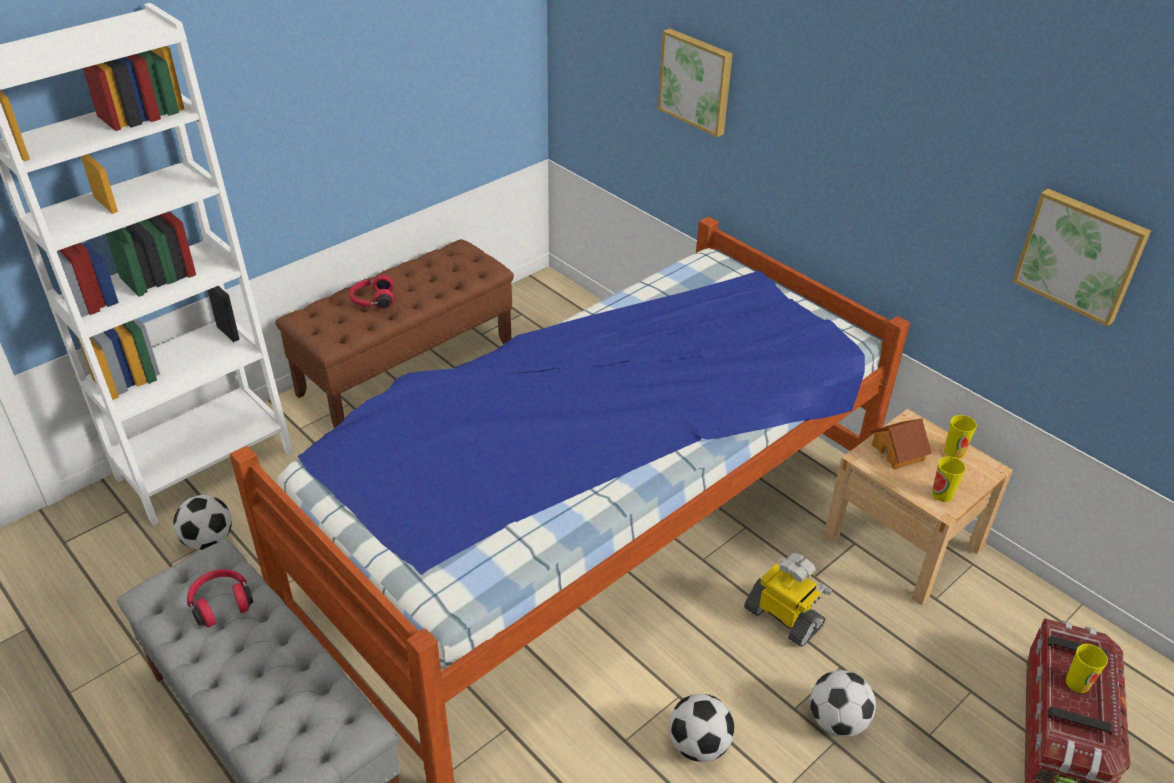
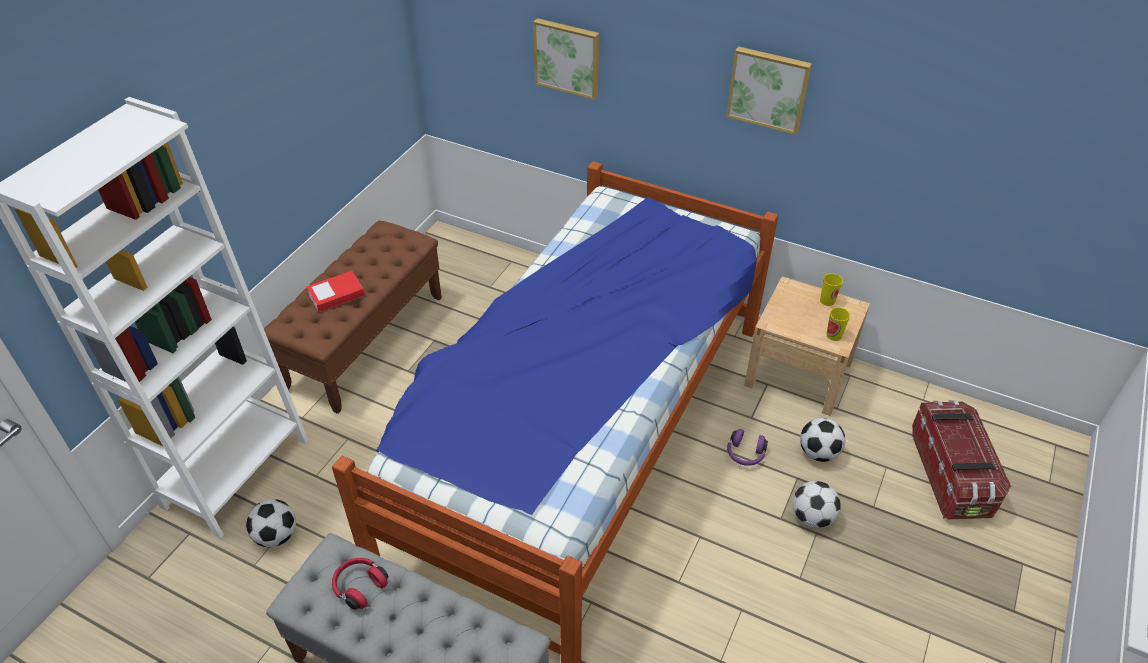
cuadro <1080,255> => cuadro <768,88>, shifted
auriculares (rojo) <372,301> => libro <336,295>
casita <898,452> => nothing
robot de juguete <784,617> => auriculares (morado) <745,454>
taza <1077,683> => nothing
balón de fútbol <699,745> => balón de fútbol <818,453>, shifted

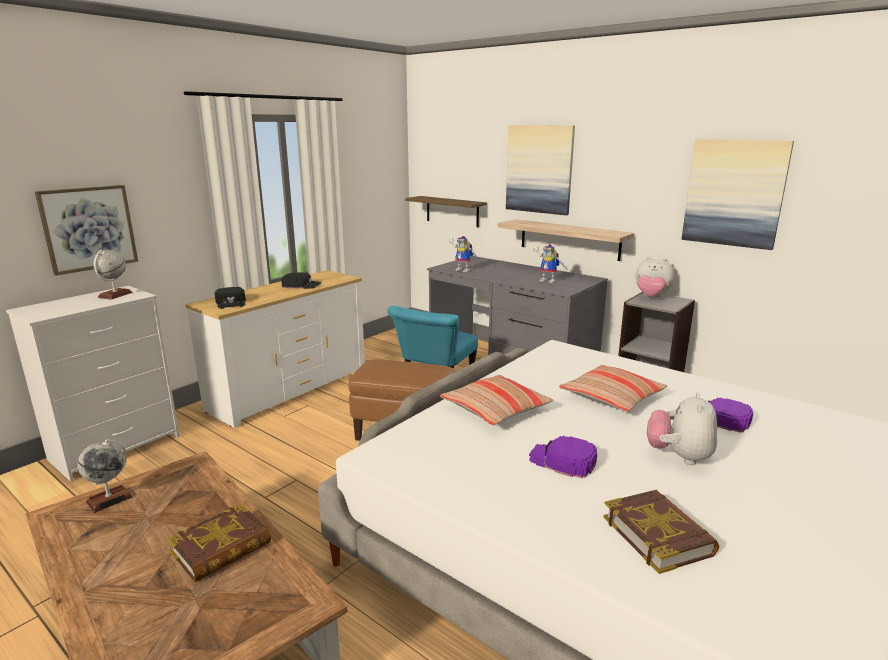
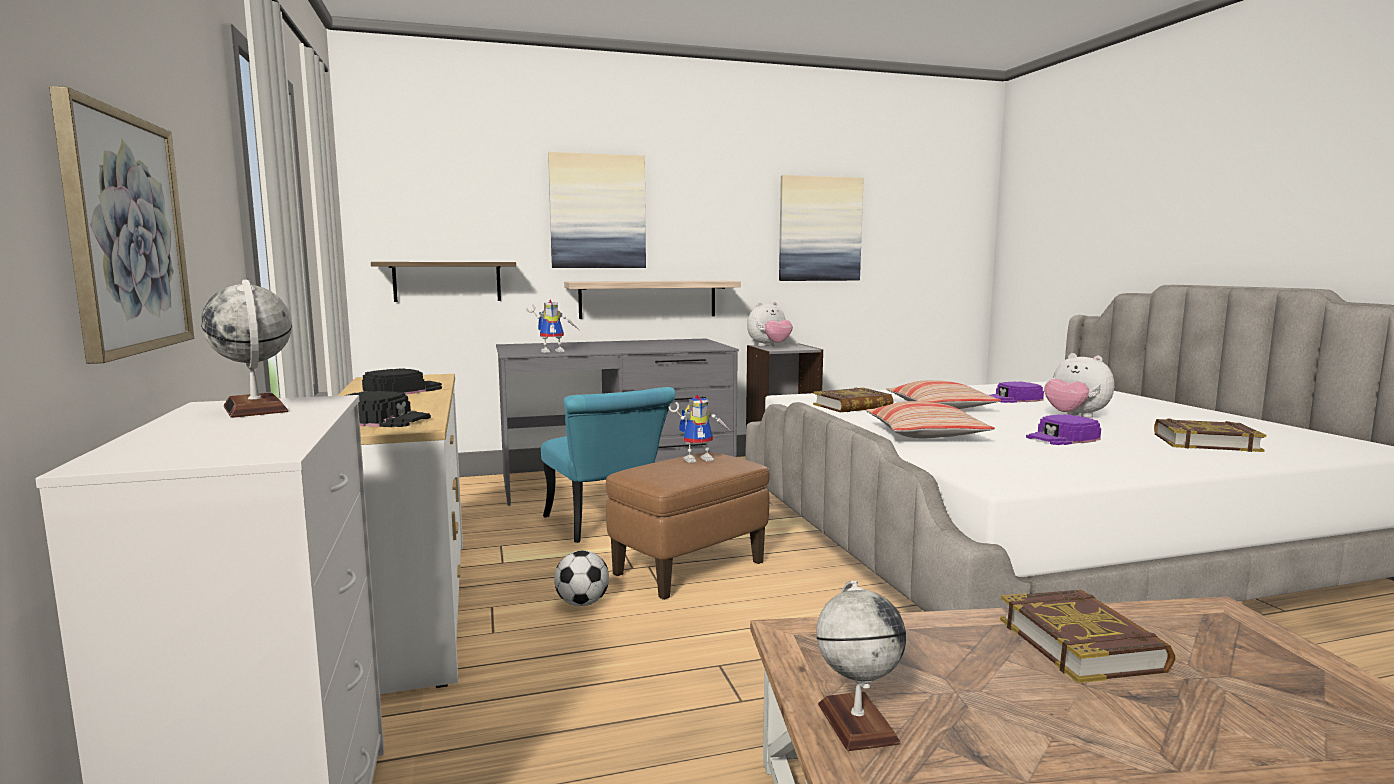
robot de juguete <549,281> => robot de juguete <699,459>, shifted
nothing => libro <853,406>
nothing => balón de fútbol <582,603>

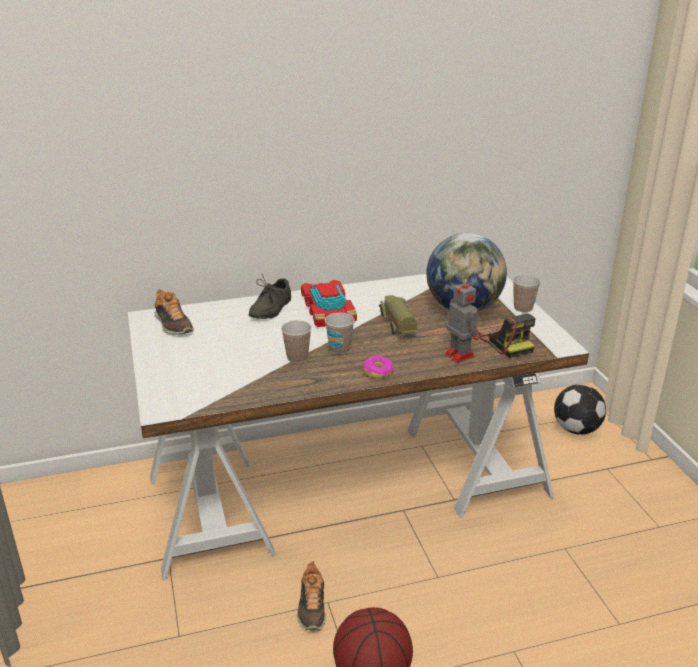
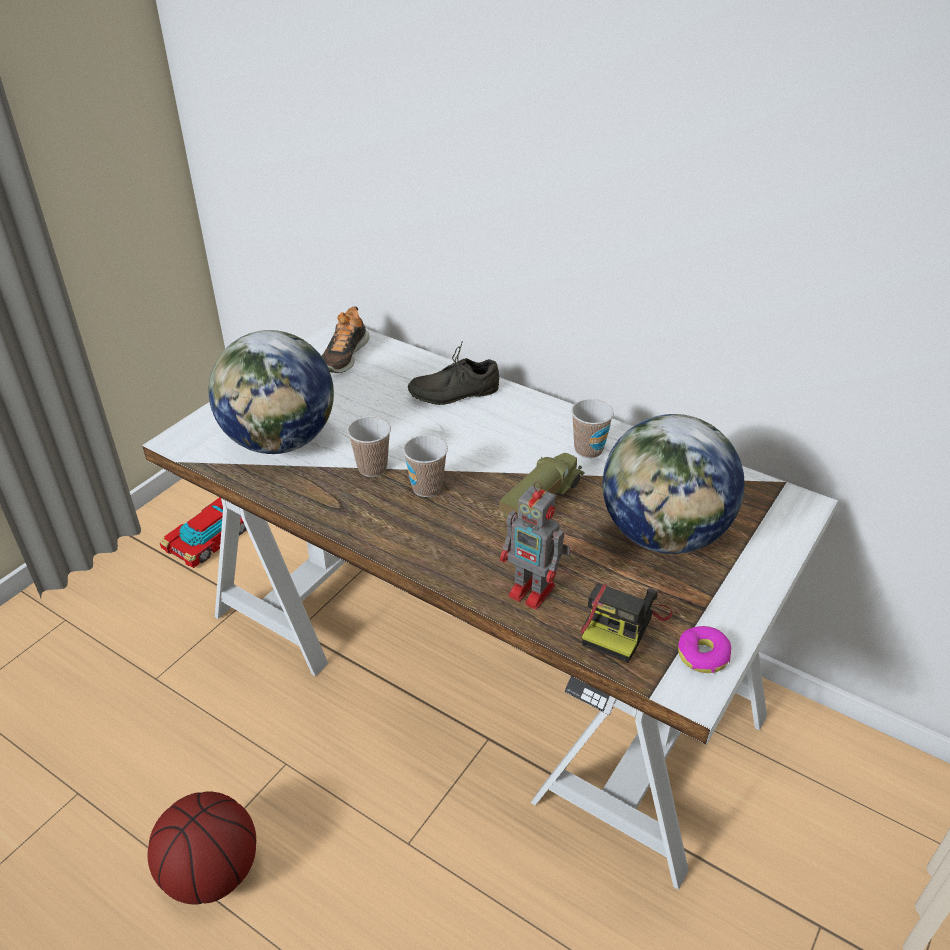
taza <523,308> => taza <588,450>, shifted
robot de juguete <458,354> => robot de juguete <534,591>, 105 degrees clockwise
coche de juguete <328,310> => coche de juguete <211,538>, shifted
rosquilla <378,372> => rosquilla <702,655>, shifted
balón de fútbol <577,429> => nothing
zapato <312,606> => nothing
nothing => globo terráqueo <280,441>

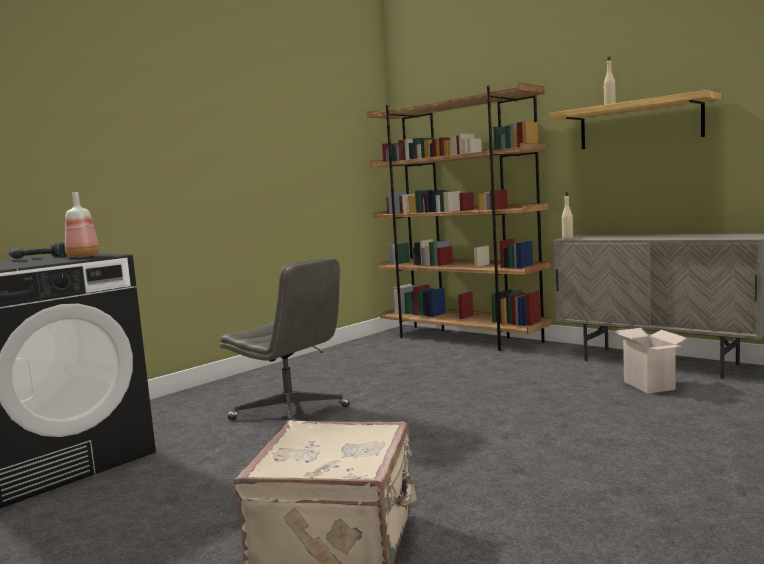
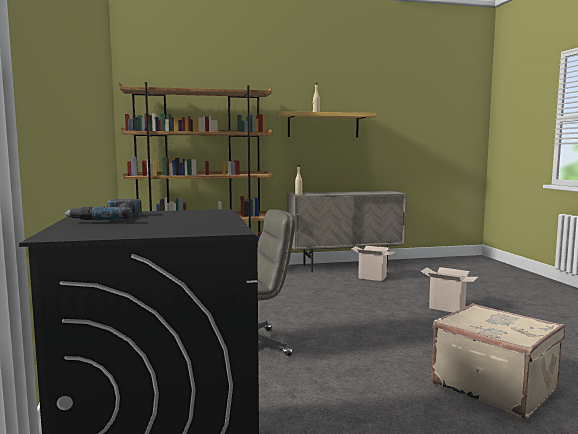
botella <83,256> => nothing
nothing => caja de cartón <448,307>

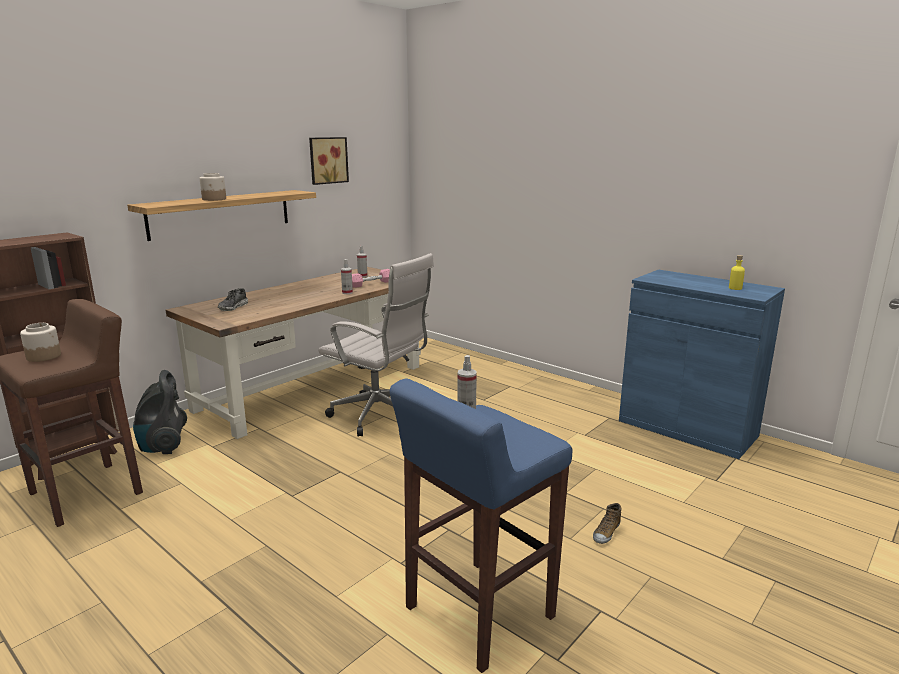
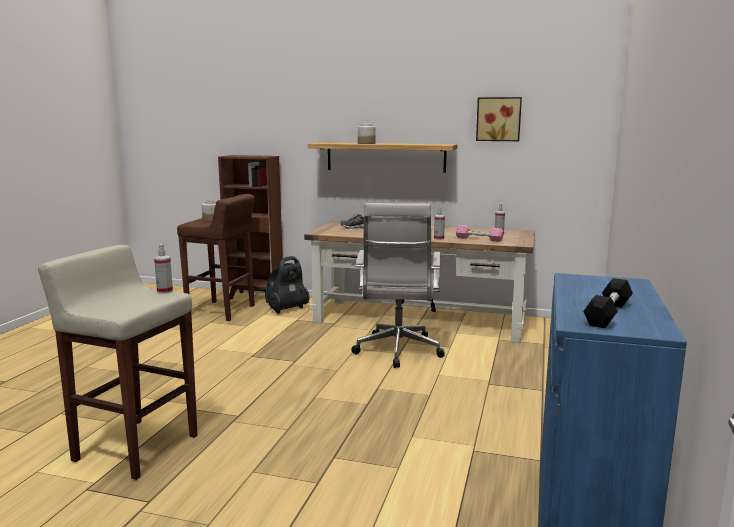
botella (amarillo) <735,288> => mancuerna (negro) <608,314>
taburete (azul) <477,613> => taburete (beis) <135,447>
zapato <606,532> => nothing

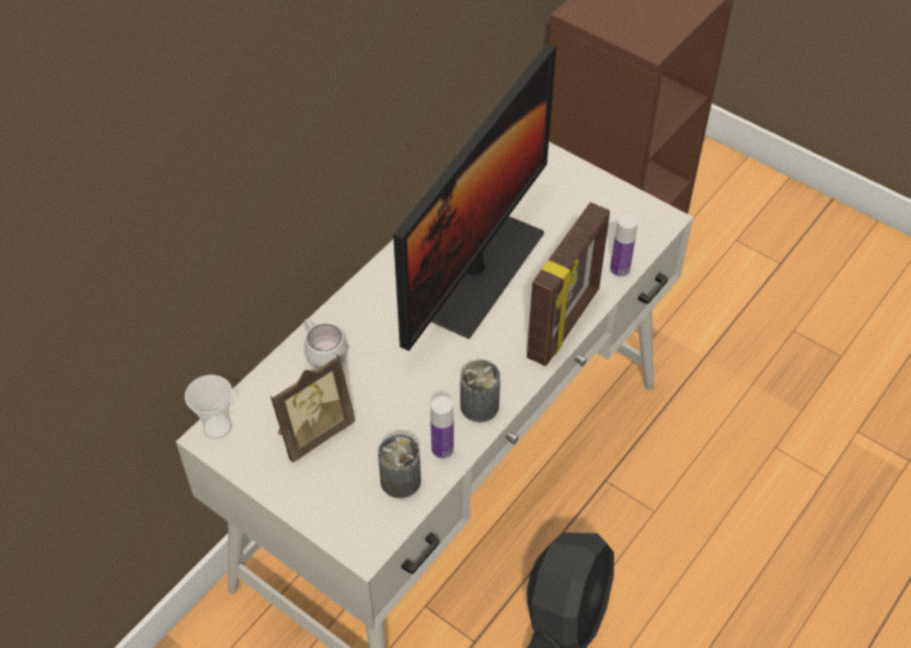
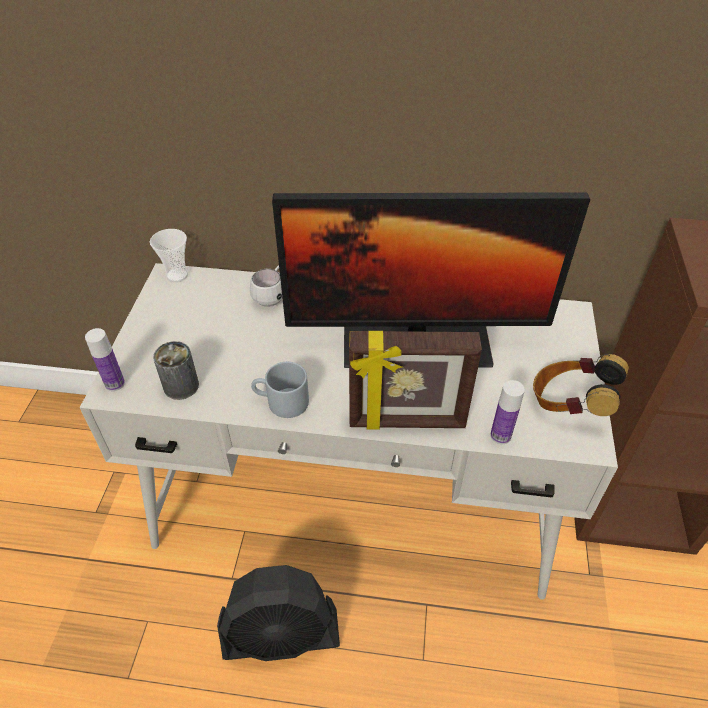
portarretratos <313,432> => nothing
lata <479,406> => taza grande (gris) <281,402>
botella <442,449> => botella <115,384>, shifted
nothing => auriculares <569,403>

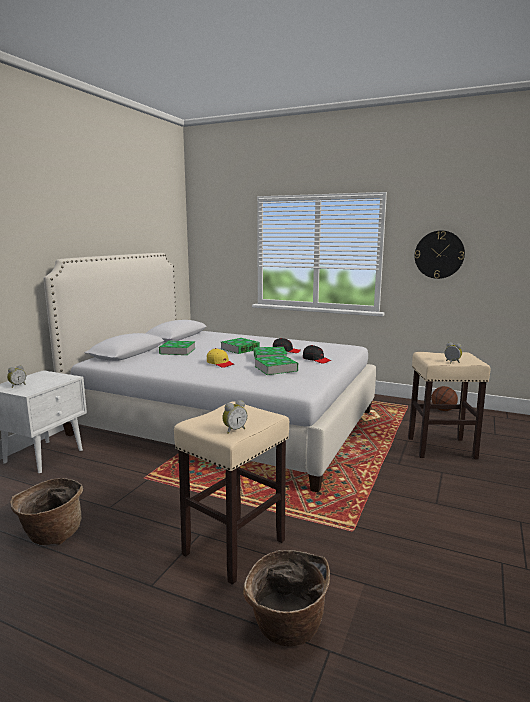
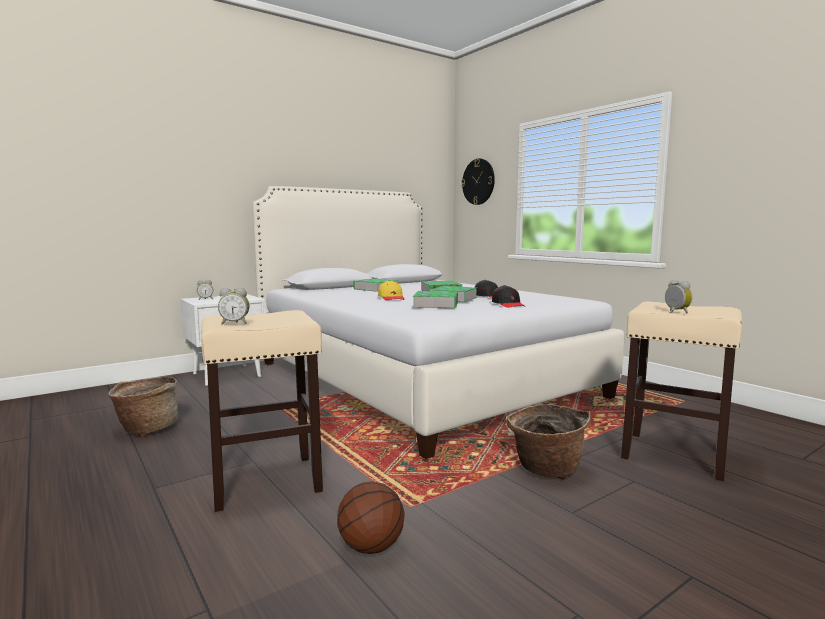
reloj de pared <439,254> => reloj de pared <478,181>, shifted
balón de baloncesto <443,410> => balón de baloncesto <370,547>, shifted
cesta <286,628> => cesta <545,469>, shifted

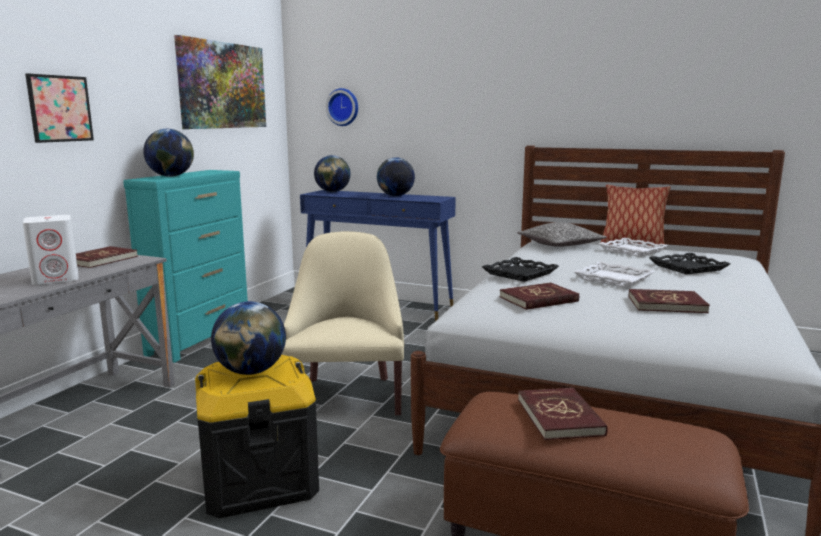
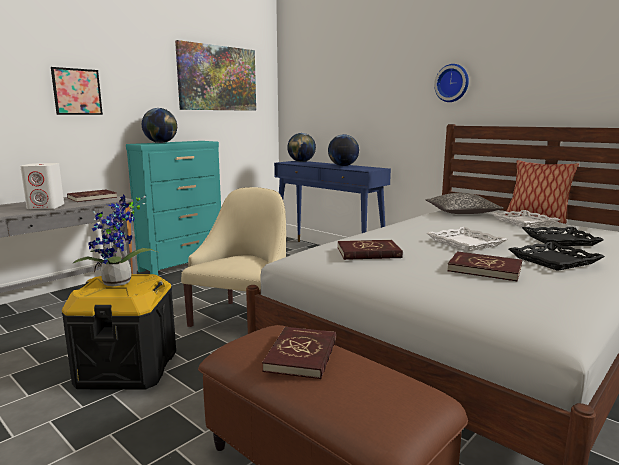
reloj de pared <343,107> => reloj de pared <452,83>, shifted
bandeja (negro) <519,273> => bandeja (negro) <553,260>, shifted
globo terráqueo <251,371> => planta en maceta <119,283>

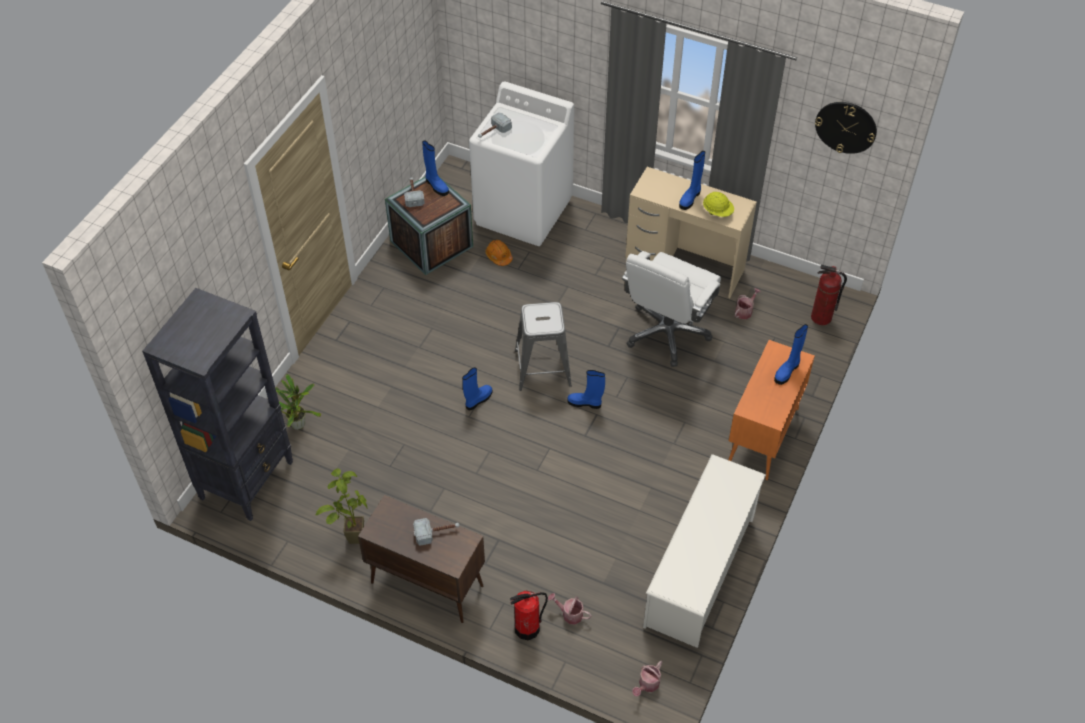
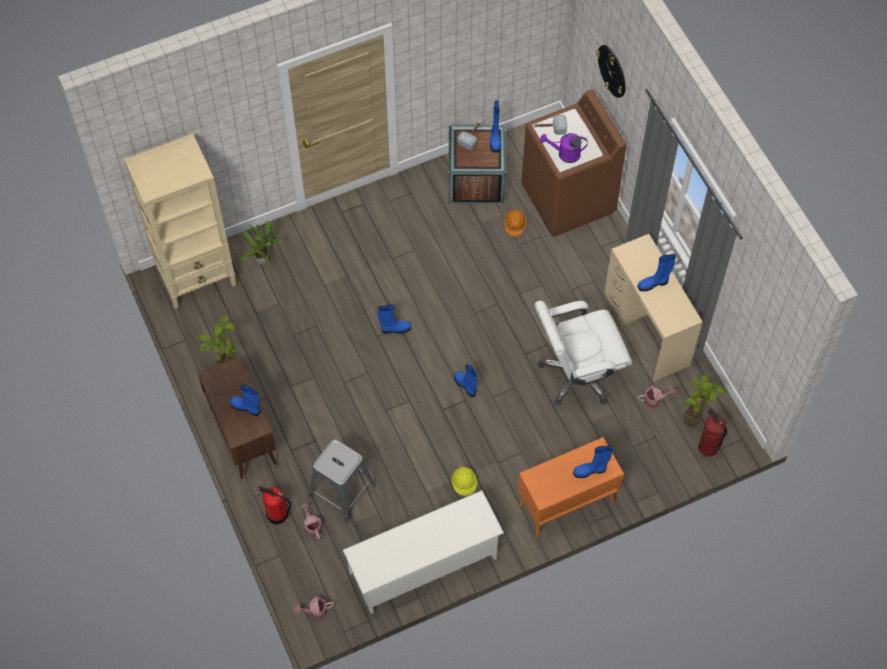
lavadora (blanco) <523,212> => lavadora (marrón) <568,199>
reloj de pared <846,127> => reloj de pared <612,71>, shifted
casco (amarillo) <717,212> => casco (amarillo) <464,484>, shifted
estantería (negro) <247,479> => estantería (beis) <197,277>
taburete (gris) <542,368> => taburete (gris) <341,491>, shifted
martillo <437,532> => bota (azul) <246,407>
nothing => regadera (morado) <564,154>
nothing => planta en maceta <695,418>

